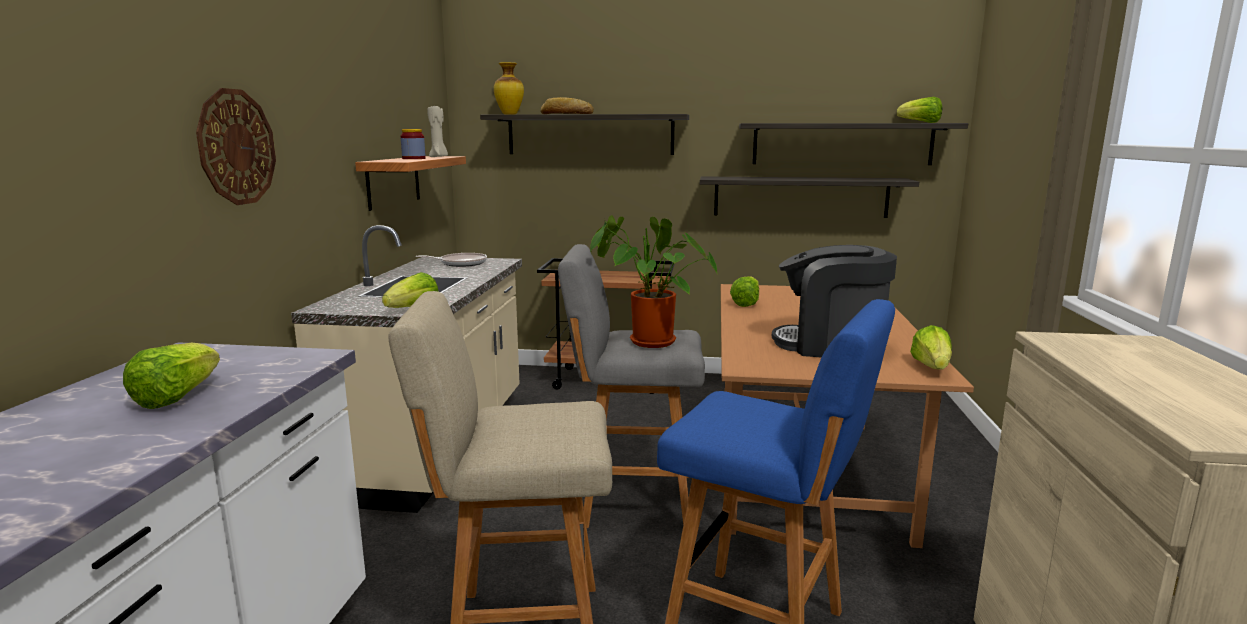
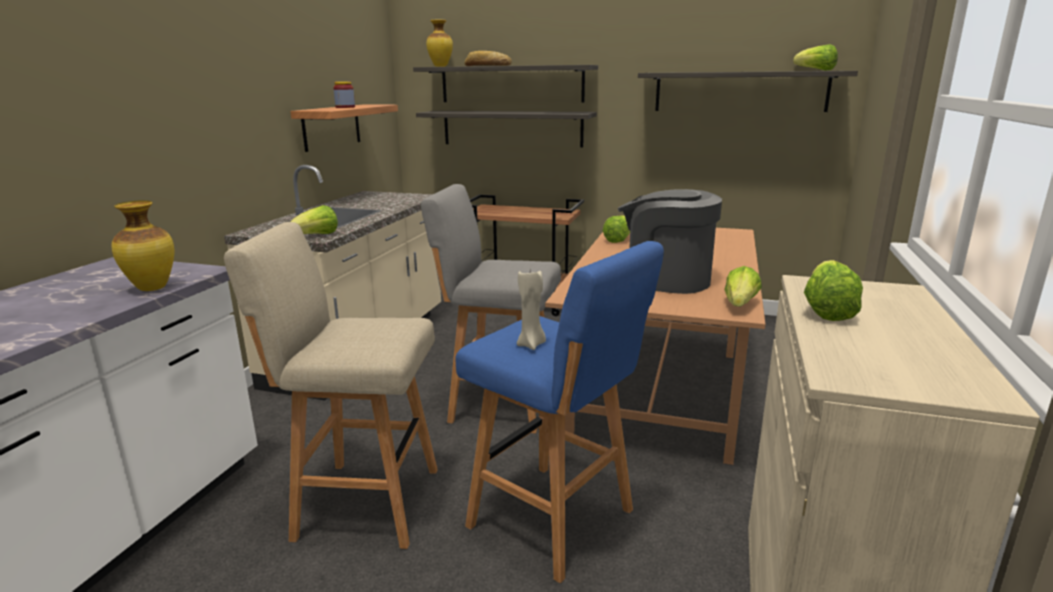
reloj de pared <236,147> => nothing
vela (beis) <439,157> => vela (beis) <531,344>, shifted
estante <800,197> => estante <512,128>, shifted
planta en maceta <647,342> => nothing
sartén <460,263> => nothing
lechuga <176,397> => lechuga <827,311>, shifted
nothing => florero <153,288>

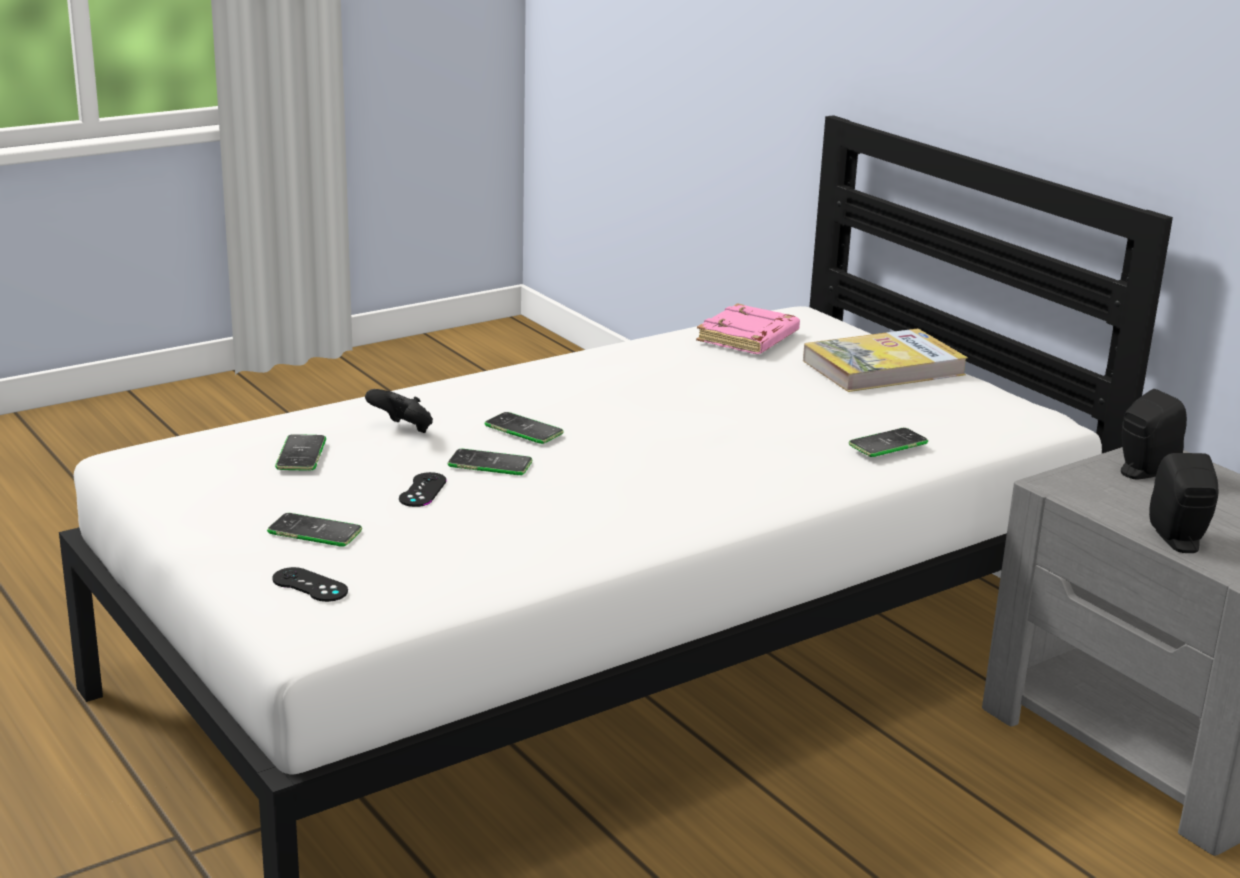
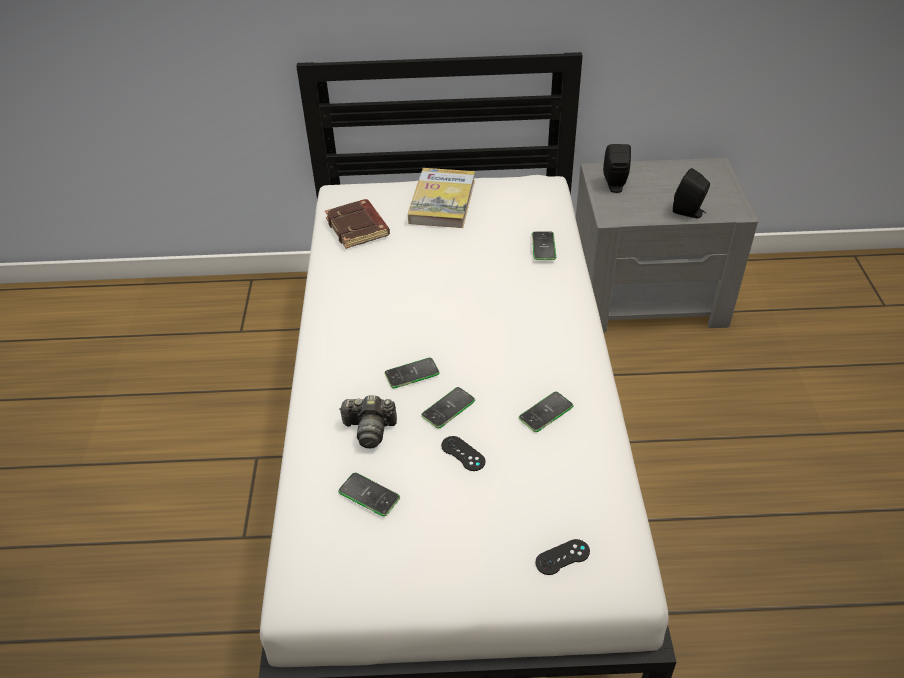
libro (rosa) <748,338> => libro (marrón) <358,228>
mando de consola (negro) <403,430> => cámara <370,429>
móvil <314,532> => móvil <546,412>, shifted

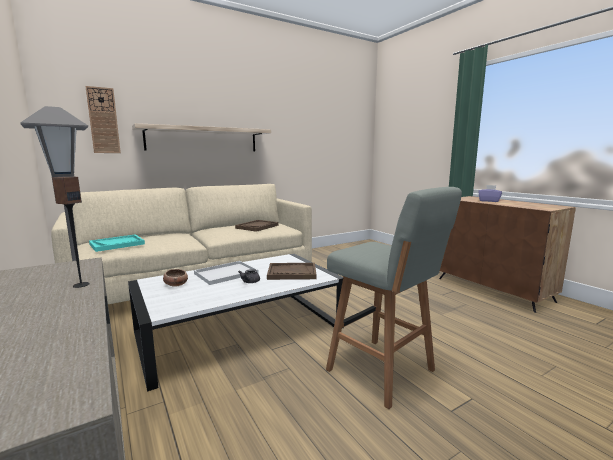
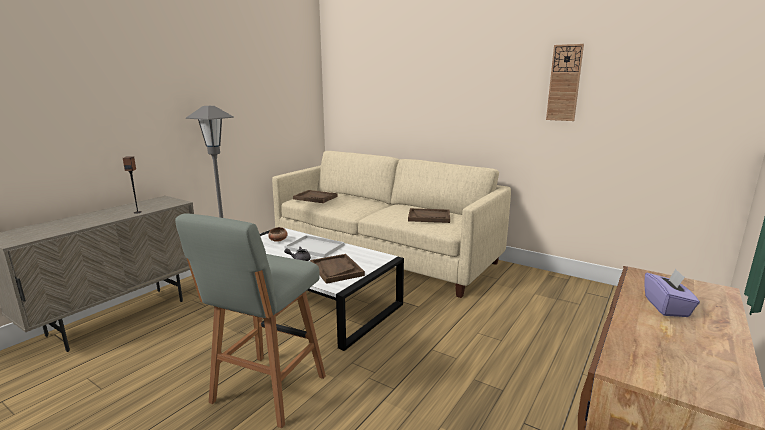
reloj de pared <103,120> => reloj de pared <564,83>, shifted
estante <203,139> => nothing
bandeja (turquesa) <117,244> => bandeja (marrón) <315,198>

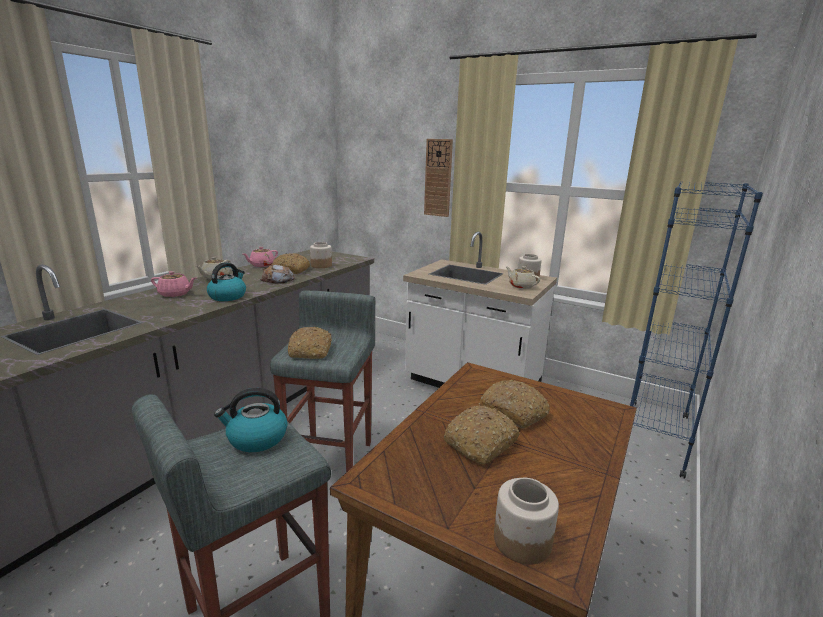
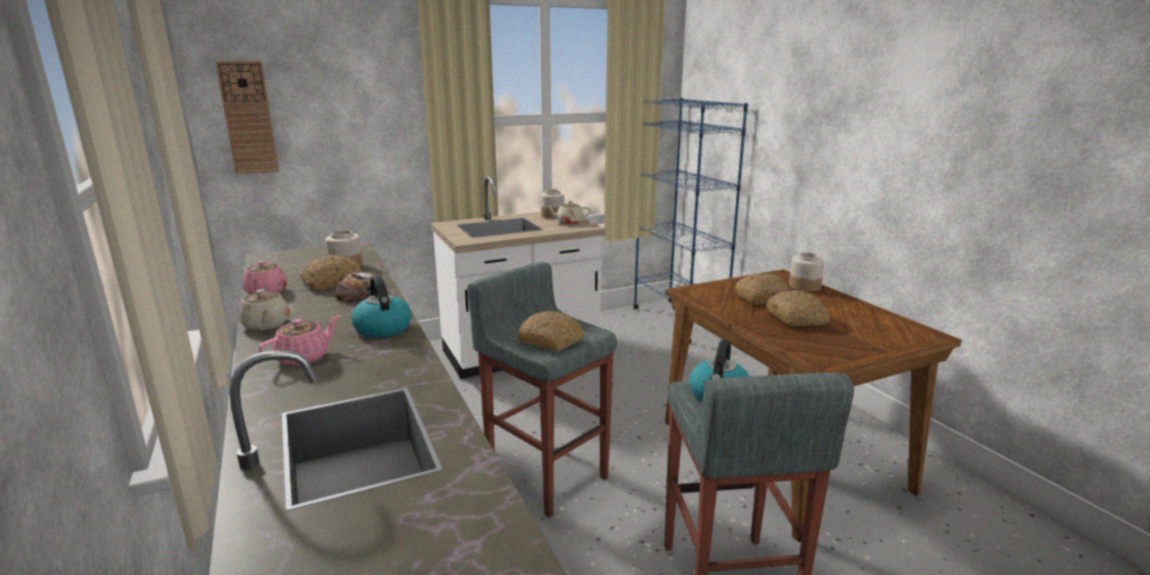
reloj de pared <438,178> => reloj de pared <248,118>, shifted
tarro <522,541> => tarro <805,287>, shifted

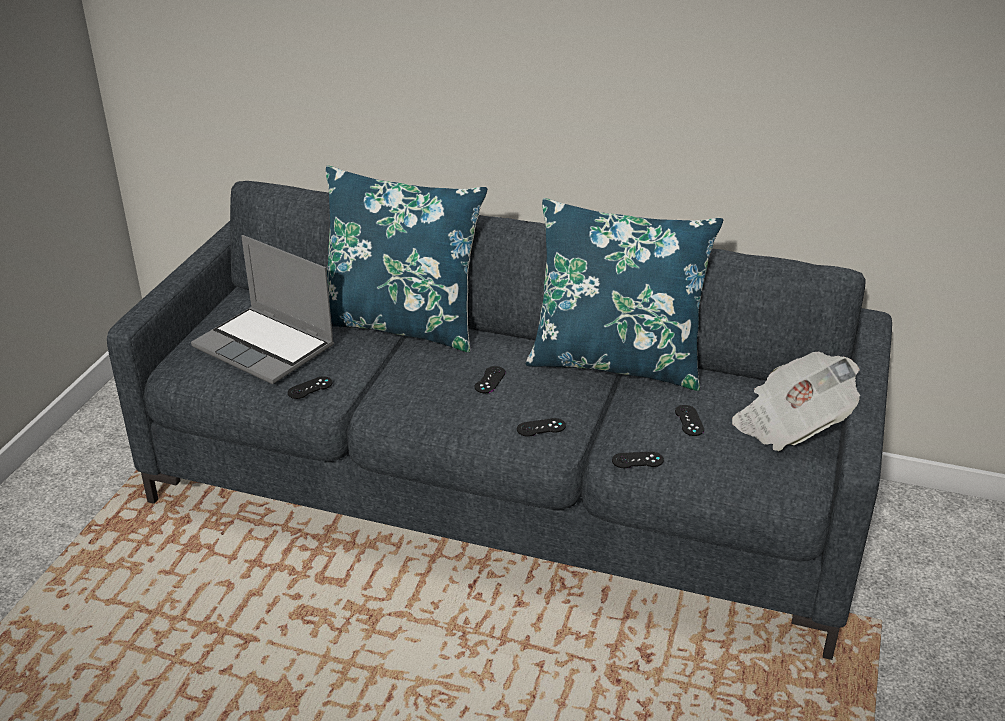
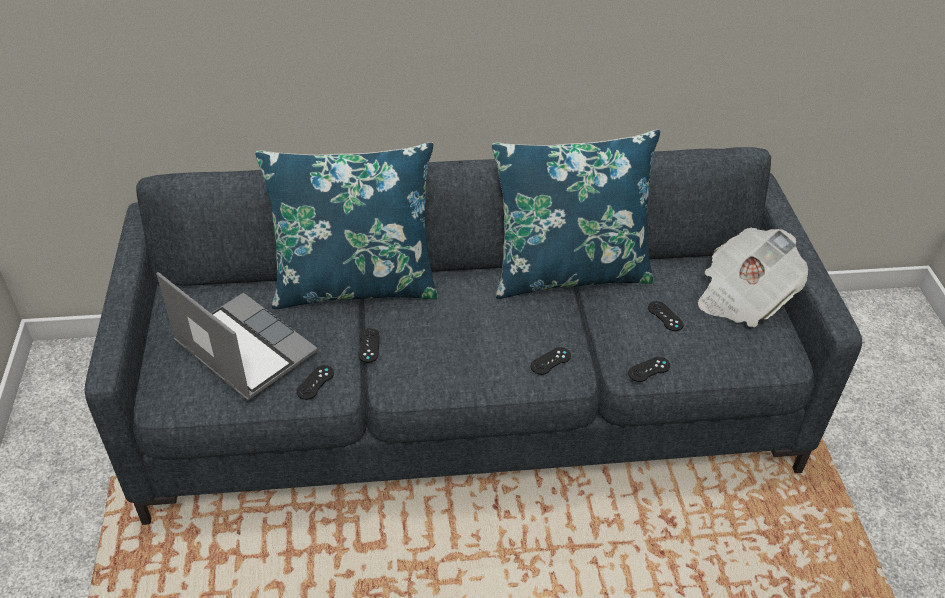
portátil <266,347> => portátil <242,348>, 150 degrees counterclockwise
mando de consola (negro) <490,380> => mando de consola (negro) <369,345>, shifted

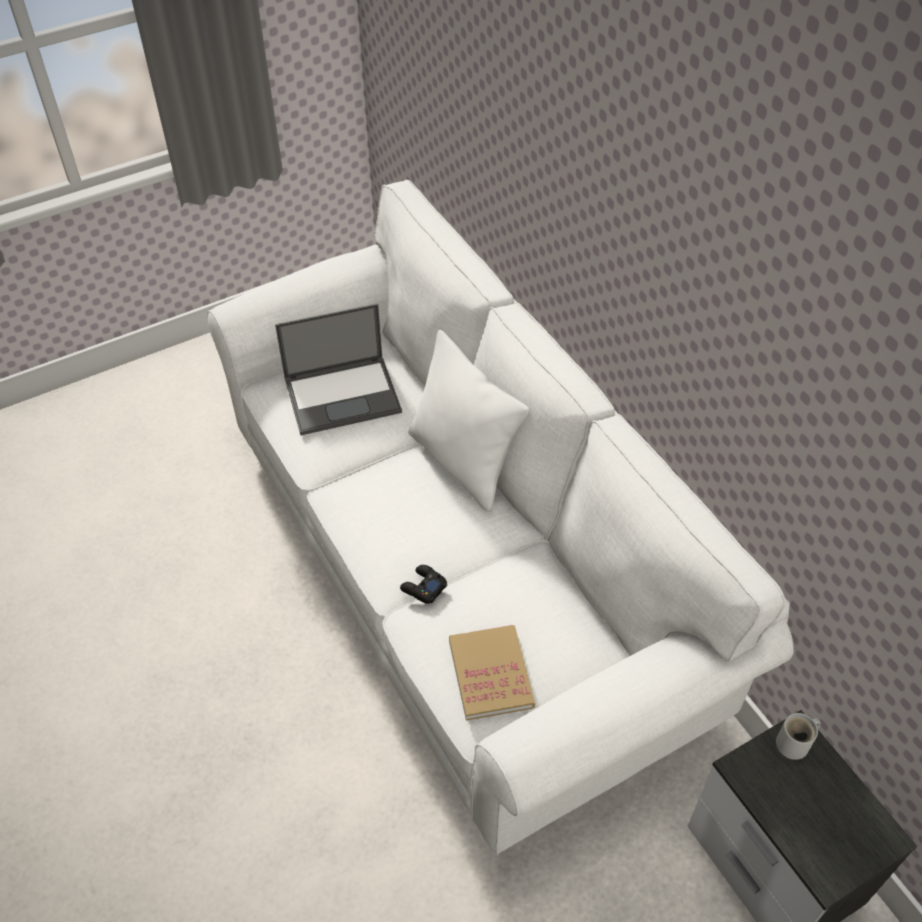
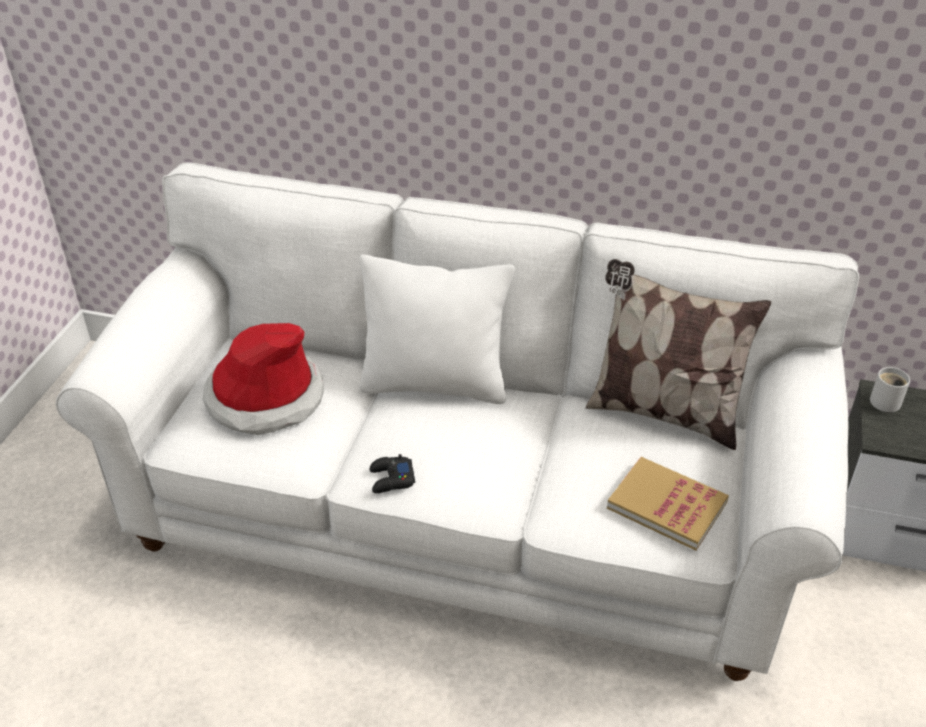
portátil <344,394> => sombrero <265,398>
mando de consola (negro) <423,587> => mando de consola (negro) <391,479>, shifted
nothing => cojín <662,412>

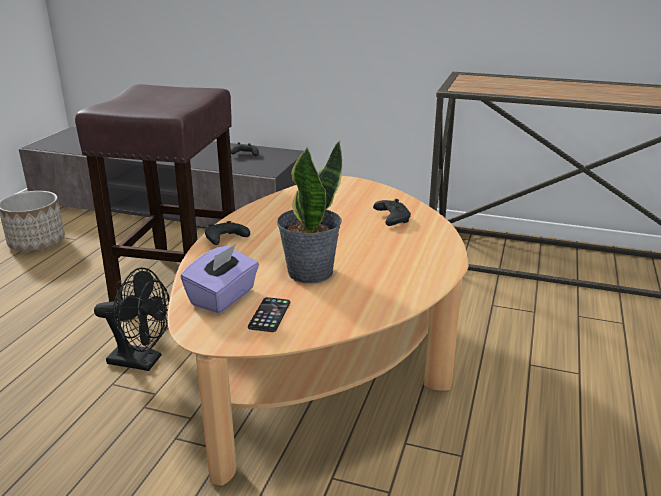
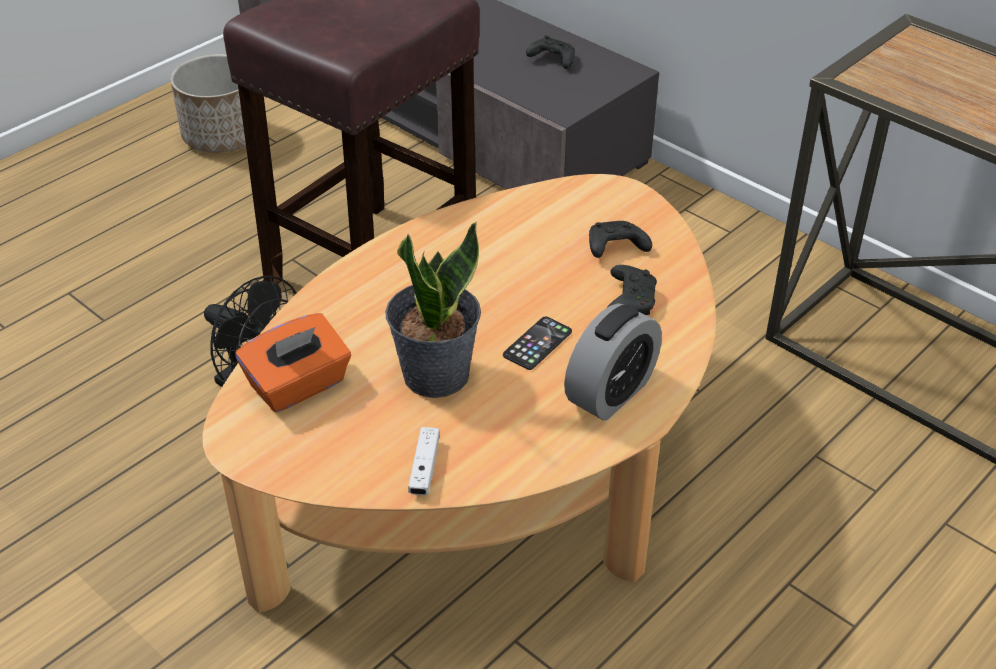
mando de consola (negro) <225,240> => mando de consola (negro) <614,248>, shifted
caja de pañuelos (morado) <223,297> => caja de pañuelos (naranja) <298,386>
móvil <269,315> => móvil <537,344>, shifted
nothing => despertador <611,393>
nothing => mando de consola (blanco) <424,468>

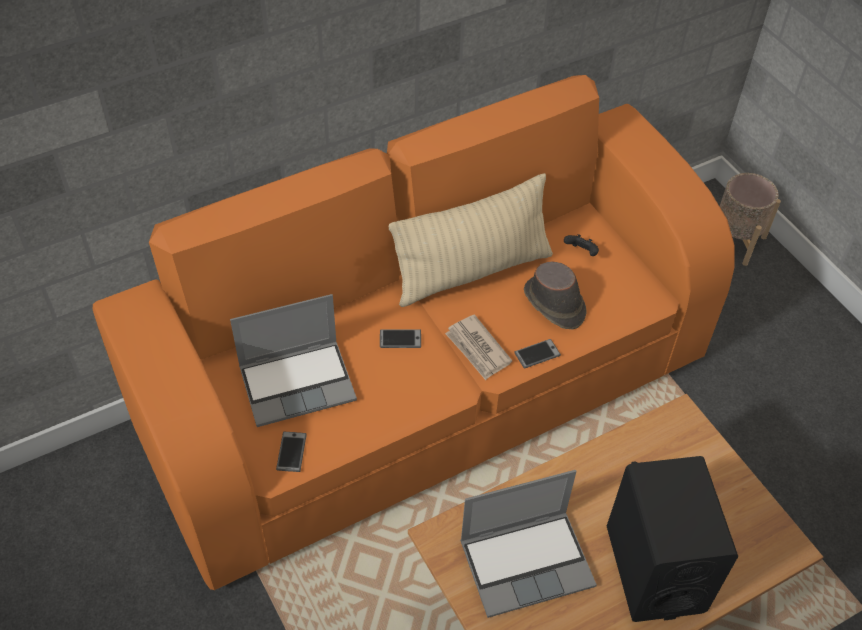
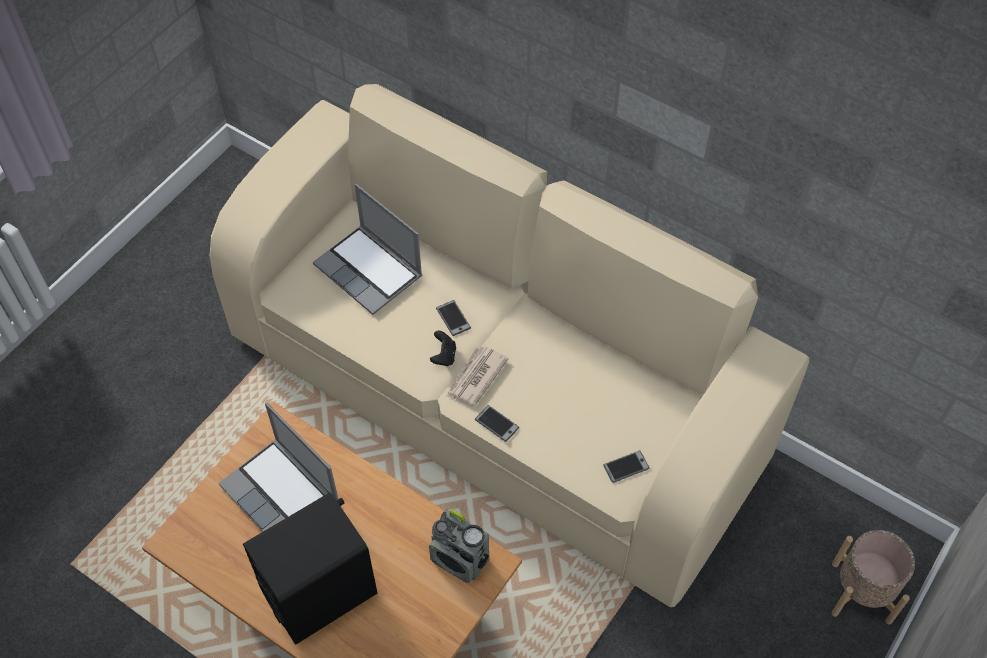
sofá (naranja) <429,392> => sofá (beis) <494,396>
cojín (beis) <472,271> => nothing
mando de consola (negro) <581,252> => mando de consola (negro) <444,356>, shifted
sombrero (marrón) <554,304> => nothing
móvil <291,452> => móvil <626,467>, shifted
nothing => radio <460,560>

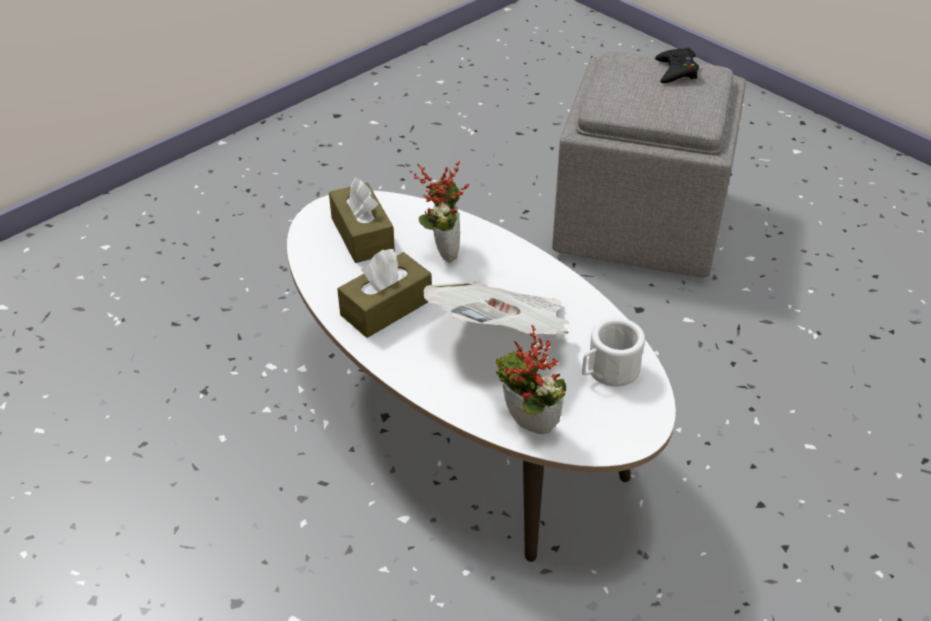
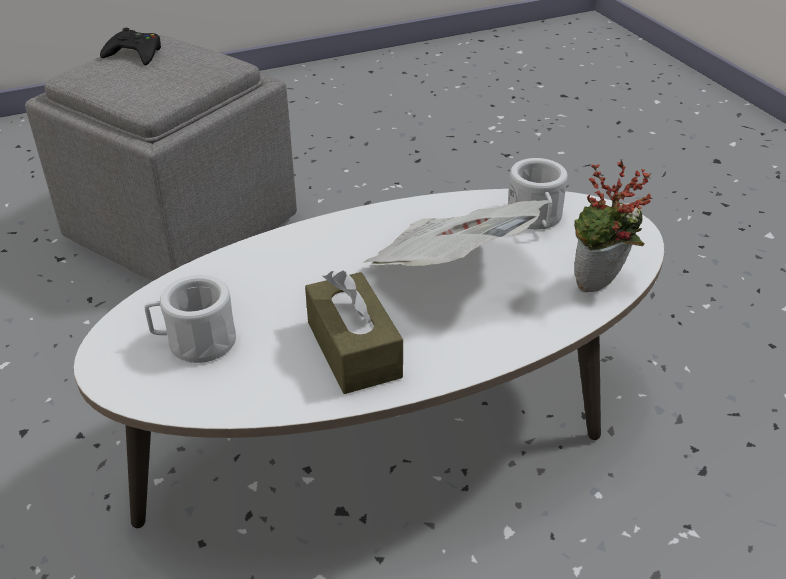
planta en maceta <442,250> => nothing
caja de pañuelos (marrón) <362,235> => taza grande (blanco) <194,342>

